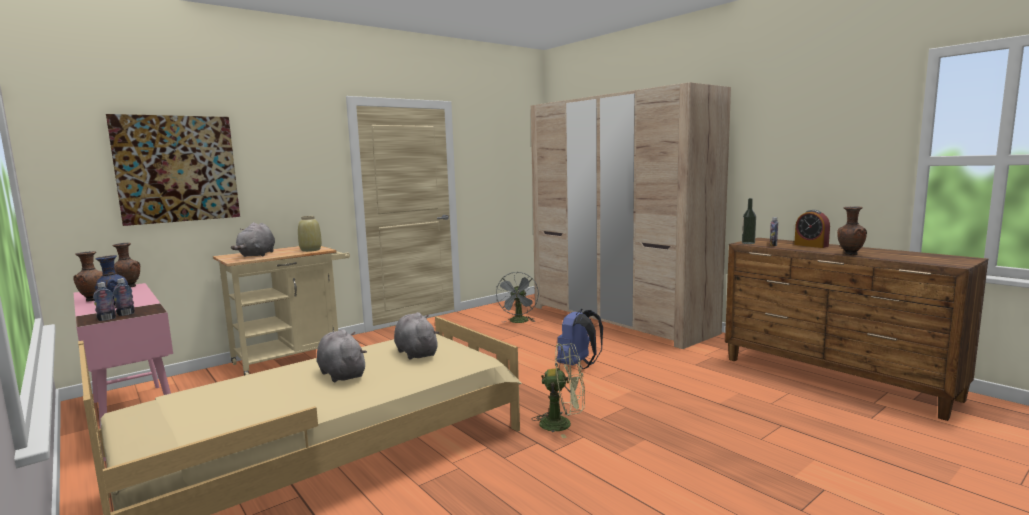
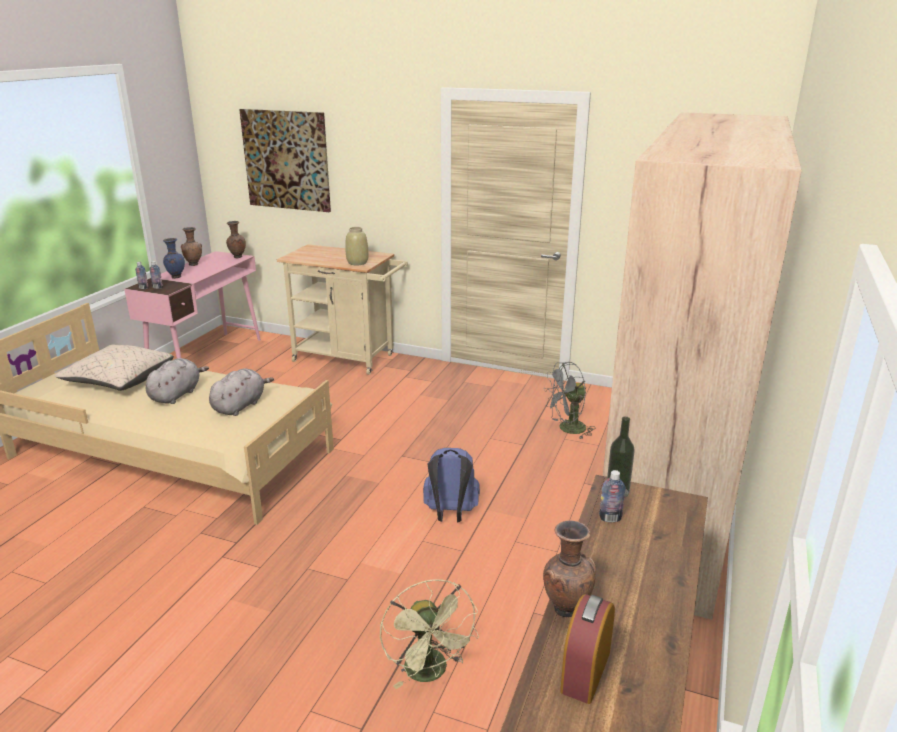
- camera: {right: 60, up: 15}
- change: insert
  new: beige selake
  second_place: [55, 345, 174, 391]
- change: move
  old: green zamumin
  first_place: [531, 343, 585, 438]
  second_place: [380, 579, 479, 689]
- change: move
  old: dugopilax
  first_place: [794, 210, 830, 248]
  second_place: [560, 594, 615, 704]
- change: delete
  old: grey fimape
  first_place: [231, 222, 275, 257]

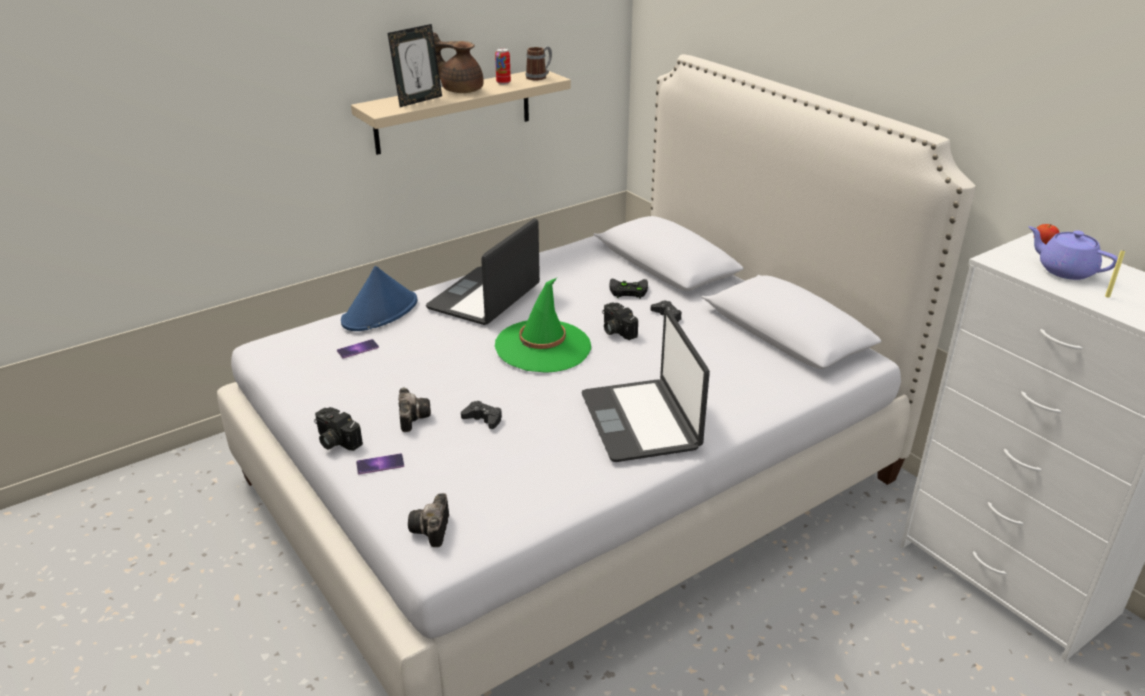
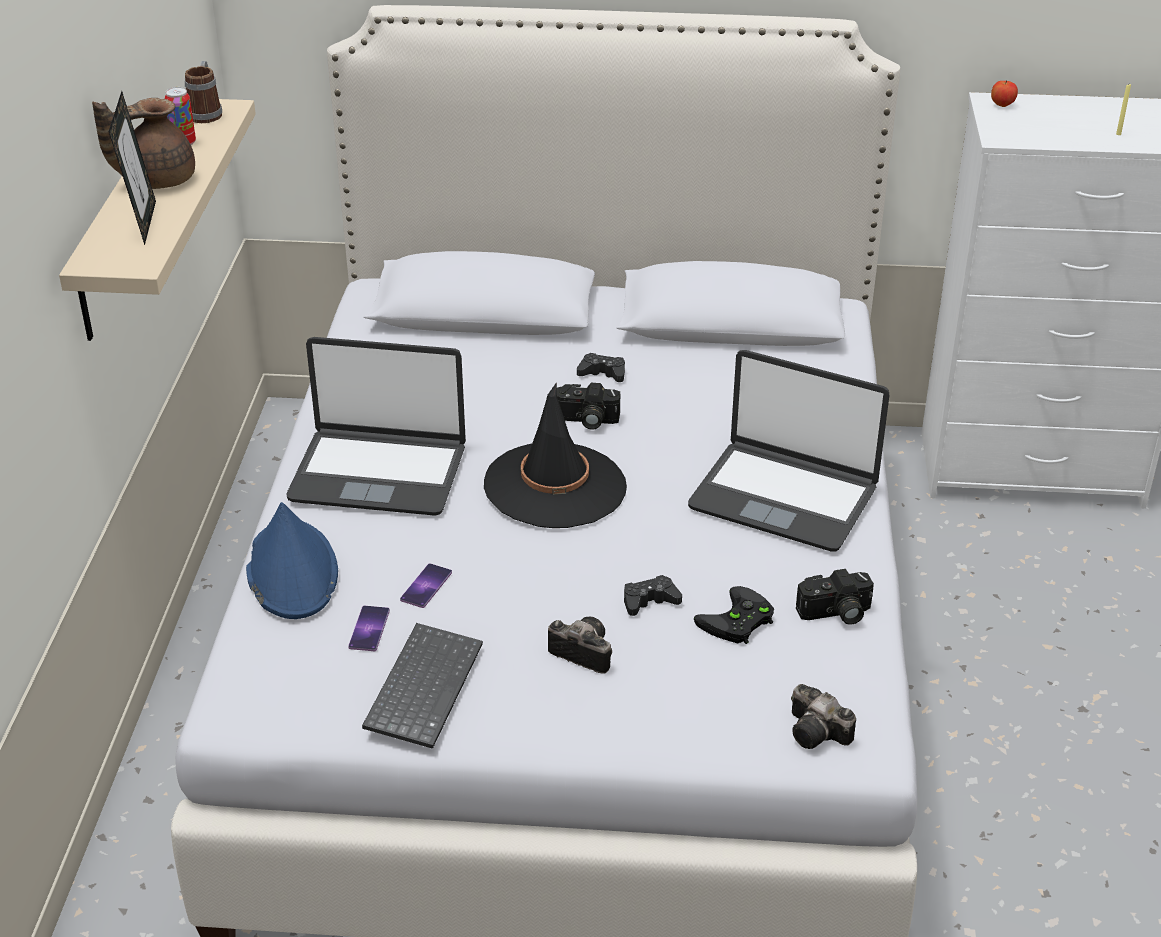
- camera: {right: -50, up: 5}
- change: rotate
  old: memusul
  first_place: [426, 219, 540, 325]
  second_place: [286, 337, 466, 516]
  degrees: -60
- change: insert
  new: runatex
  second_place: [362, 623, 483, 749]
- change: move
  old: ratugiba
  first_place: [356, 453, 404, 474]
  second_place: [400, 563, 452, 608]
- change: recolor
  old: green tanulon
  new: black tanulon
  first_place: [495, 278, 591, 373]
  second_place: [484, 382, 627, 528]
- change: move
  old: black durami
  first_place: [609, 279, 648, 299]
  second_place: [694, 586, 774, 644]
- change: move
  old: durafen
  first_place: [314, 407, 363, 451]
  second_place: [796, 569, 874, 625]
- change: delete
  old: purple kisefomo
  first_place: [1028, 226, 1118, 280]

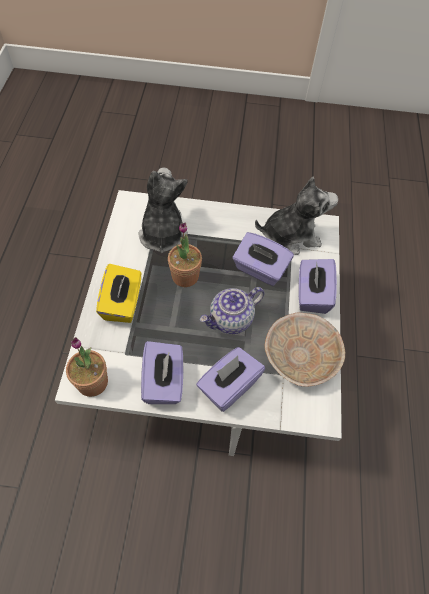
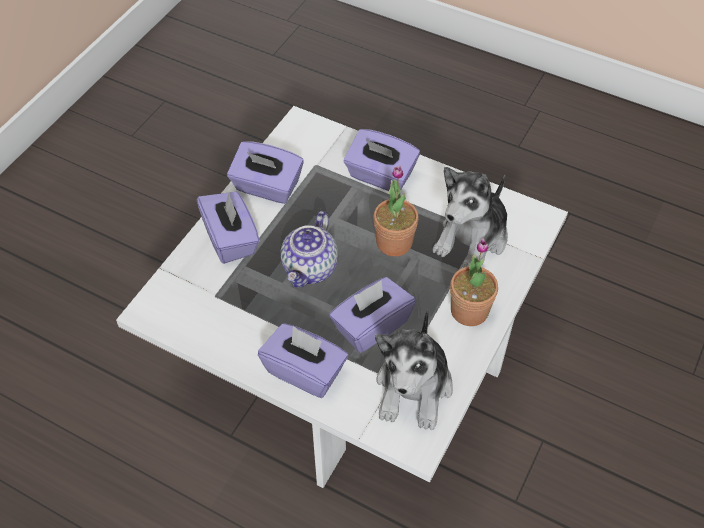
- camera: {right: 115, up: -5}
- change: rotate
  old: kisefomo
  first_place: [200, 287, 264, 334]
  second_place: [280, 211, 338, 287]
  degrees: -150
- change: recolor
  old: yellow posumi
  new: purple posumi
  first_place: [96, 264, 141, 323]
  second_place: [344, 129, 420, 191]
- change: rotate
  old: fimape
  first_place: [138, 167, 188, 253]
  second_place: [432, 167, 508, 267]
  degrees: 105
- change: move
  old: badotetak
  first_place: [66, 337, 108, 397]
  second_place: [450, 238, 498, 326]
- change: delete
  old: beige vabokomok
  first_place: [265, 313, 345, 387]

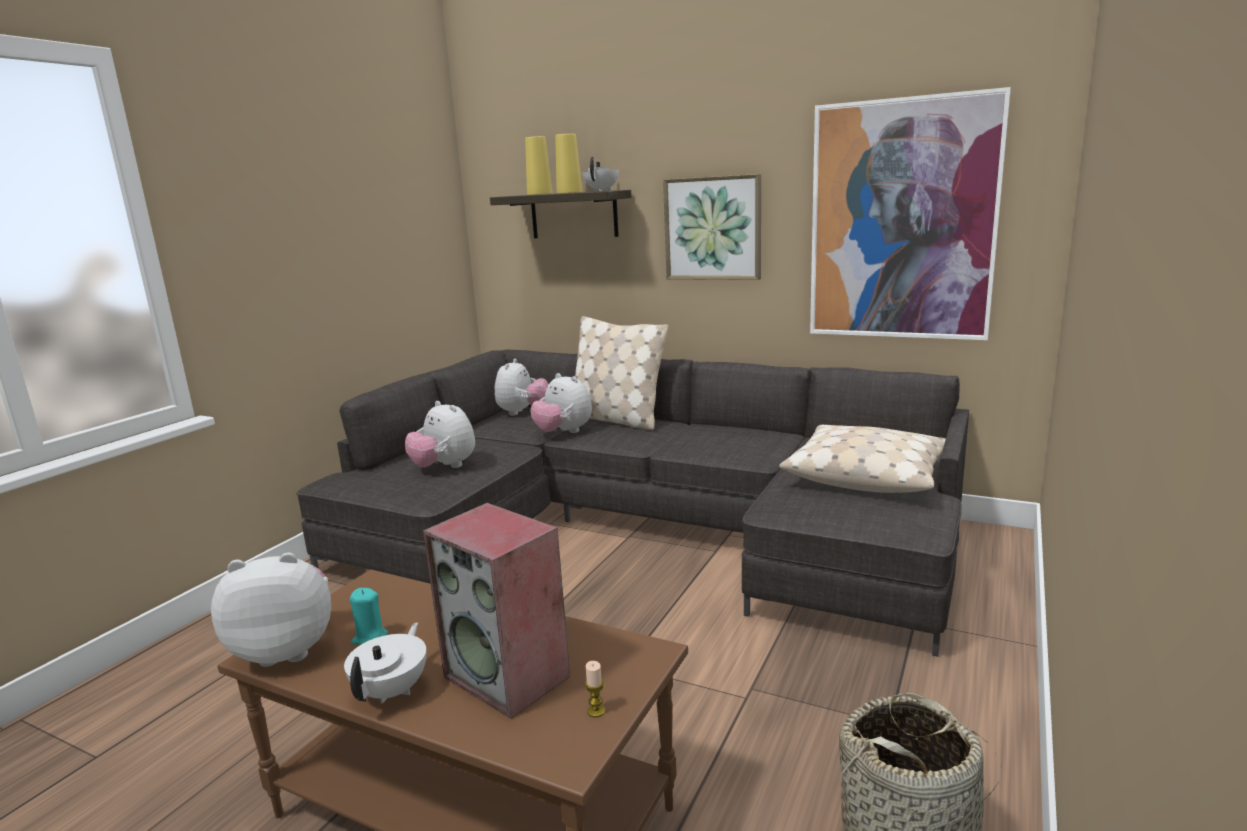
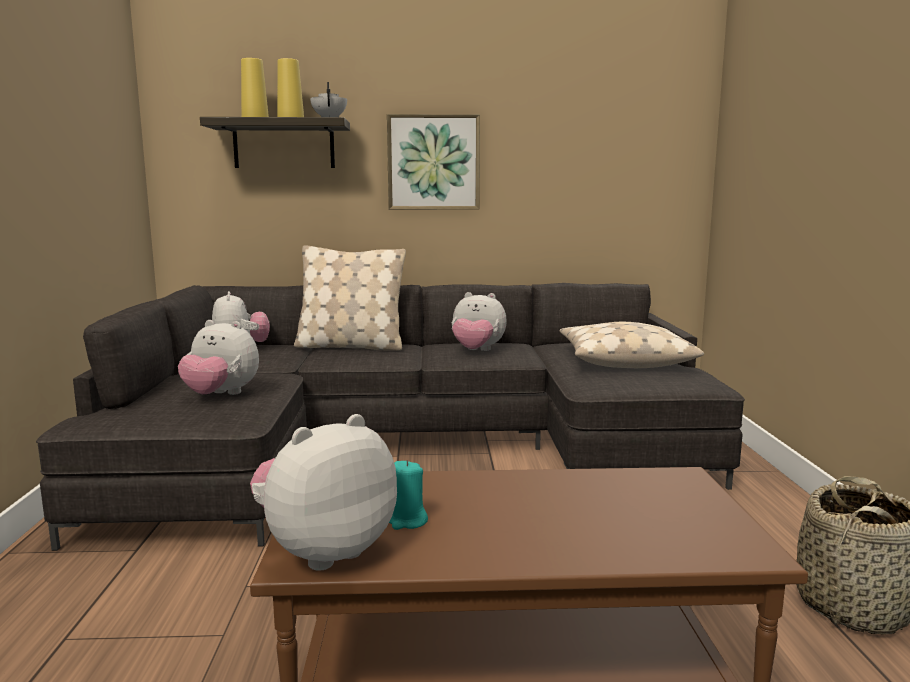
- camera: {right: -30, up: -5}
- change: move
  old: fimape
  first_place: [530, 373, 592, 433]
  second_place: [452, 292, 507, 351]
- change: delete
  old: white kisefomo
  first_place: [344, 622, 426, 704]
- change: delete
  old: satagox
  first_place: [423, 503, 570, 719]
- change: delete
  old: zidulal
  first_place: [585, 661, 605, 717]
- change: delete
  old: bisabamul
  first_place: [810, 87, 1011, 340]

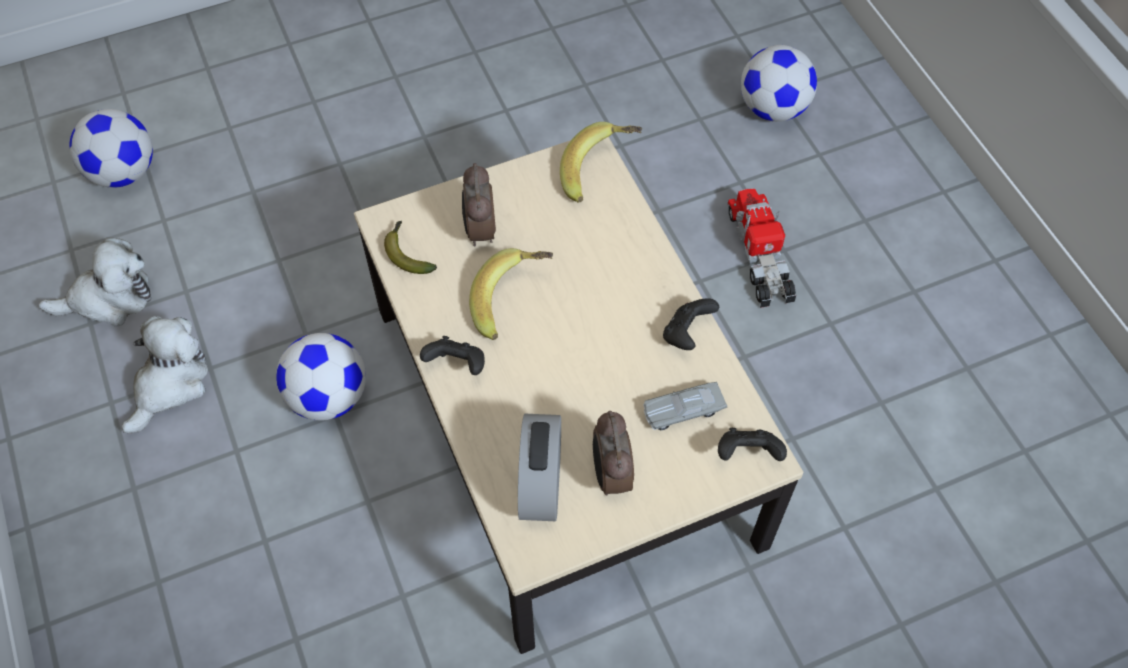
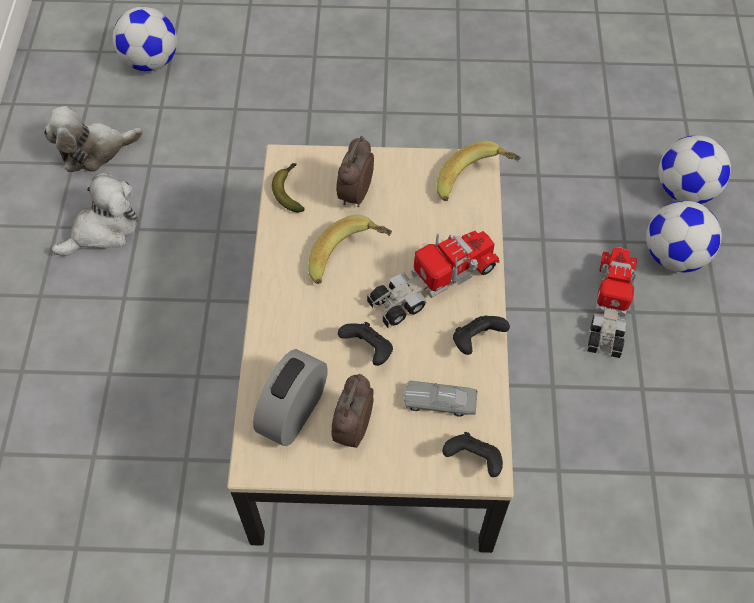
- camera: {right: 25, up: 0}
- change: rotate
  old: fimape
  first_place: [39, 238, 151, 327]
  second_place: [44, 106, 143, 172]
  degrees: 150
- change: move
  old: black durami
  first_place: [420, 336, 485, 375]
  second_place: [338, 322, 393, 366]
- change: insert
  new: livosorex
  second_place: [367, 231, 500, 329]
- change: move
  old: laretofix
  first_place: [276, 333, 366, 421]
  second_place: [646, 201, 722, 272]

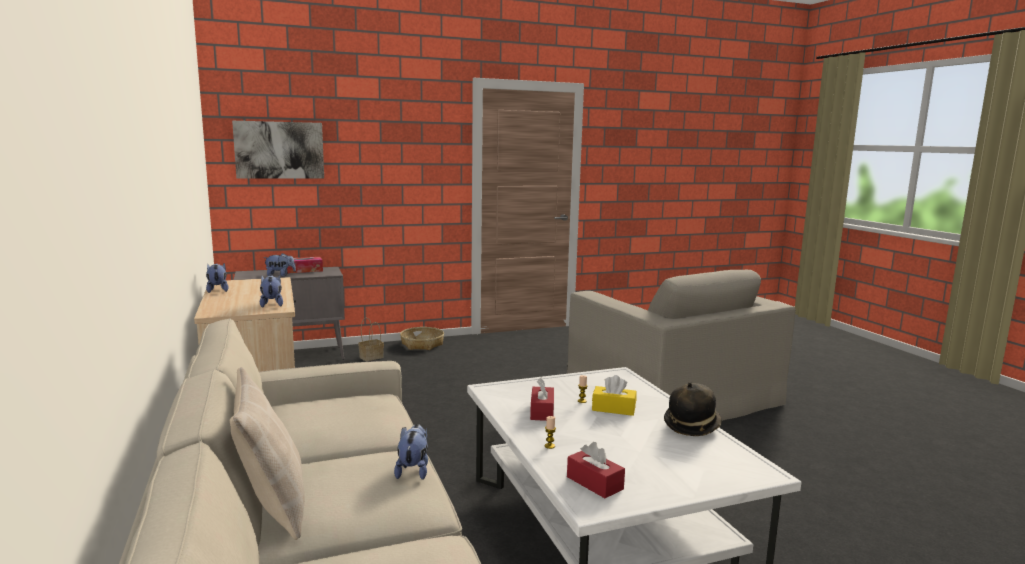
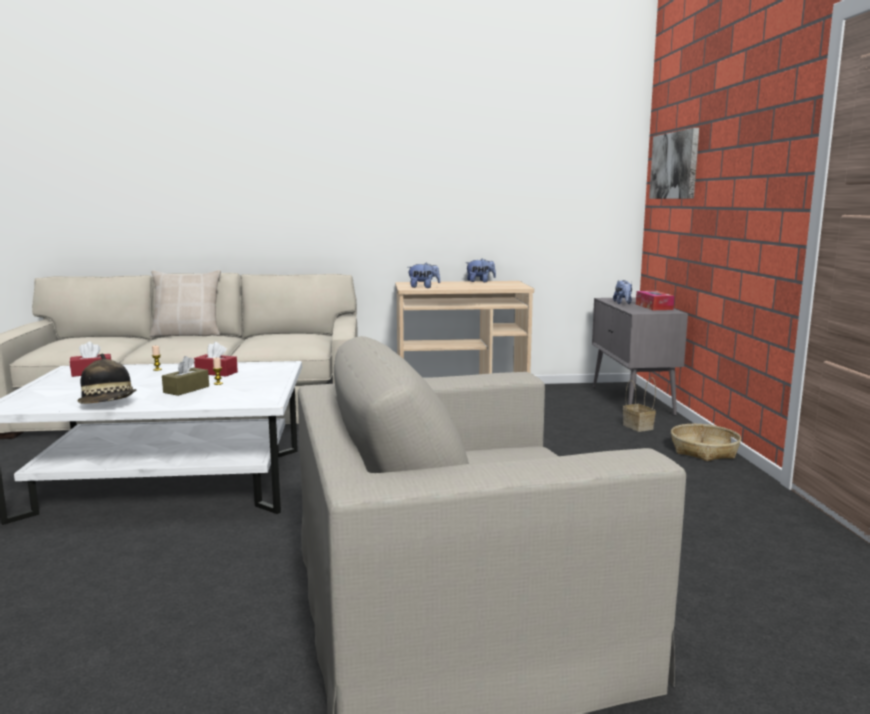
- camera: {right: 105, up: 0}
- change: recolor
  old: yellow posumi
  new: brown posumi
  first_place: [592, 375, 636, 416]
  second_place: [162, 356, 209, 396]
- change: delete
  old: fimape
  first_place: [394, 424, 428, 480]

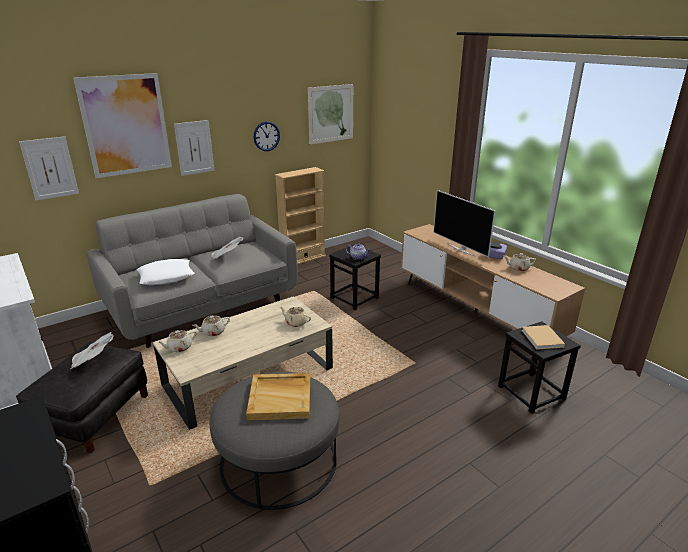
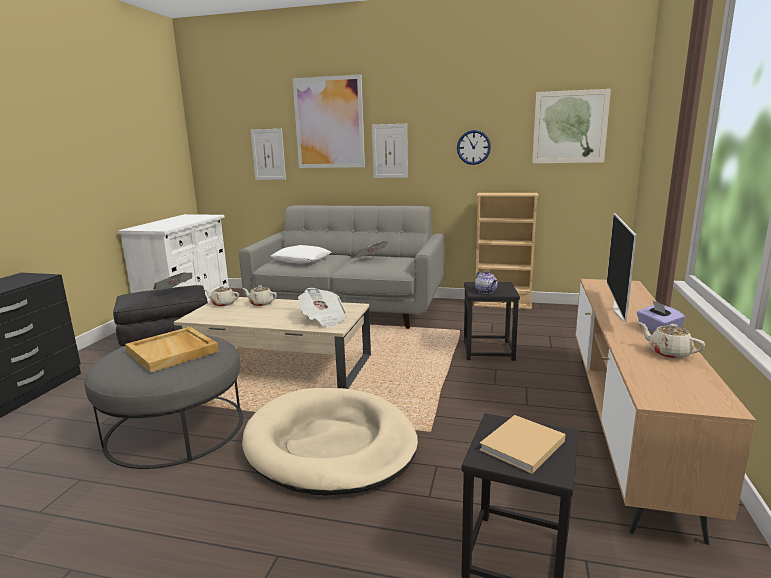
- camera: {right: 50, up: -10}
- change: insert
  new: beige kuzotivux
  second_place: [242, 388, 418, 495]
- change: replace
  old: beige kisefomo
  new: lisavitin
  first_place: [279, 306, 311, 327]
  second_place: [298, 288, 347, 328]

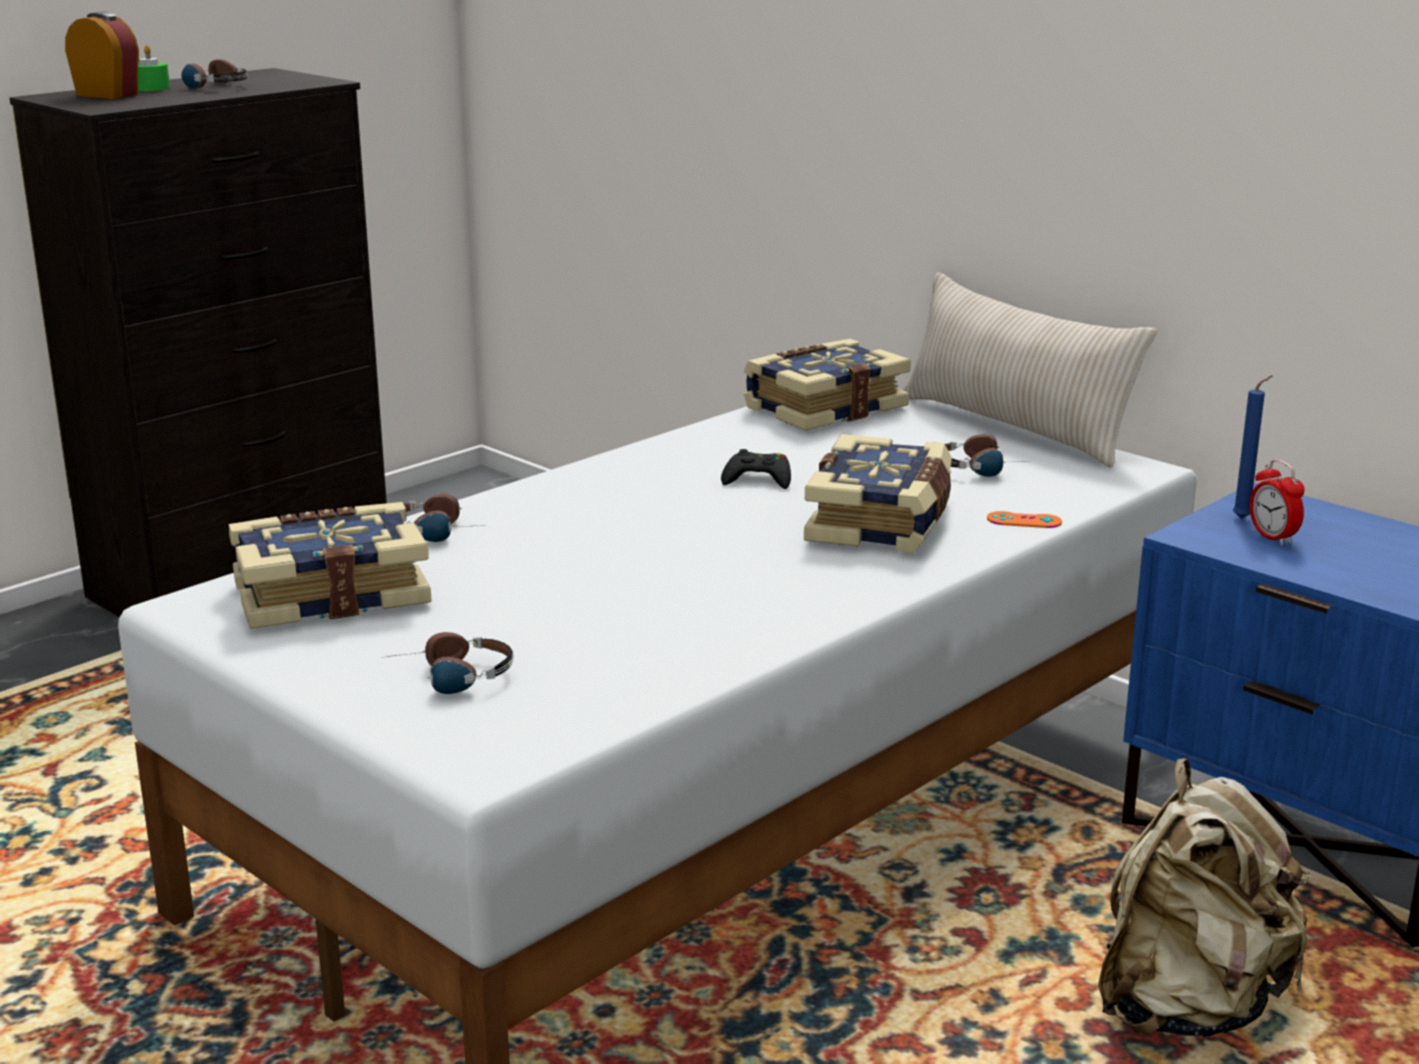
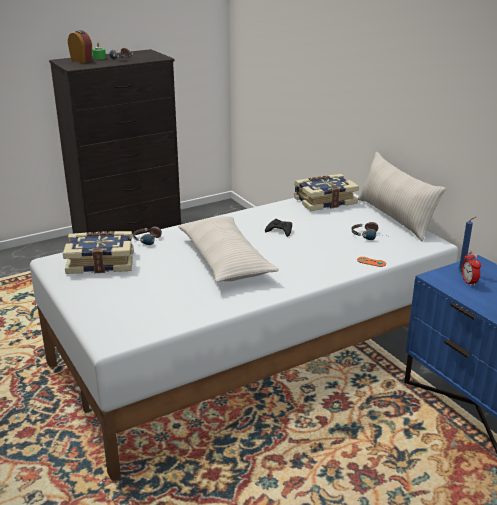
- camera: {right: 15, up: 5}
- change: insert
  new: beige selake
  second_place: [178, 216, 279, 282]
- change: delete
  old: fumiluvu
  first_place: [382, 632, 514, 694]
- change: delete
  old: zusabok
  first_place: [804, 434, 952, 553]
- change: delete
  old: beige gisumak
  first_place: [1098, 758, 1311, 1037]

